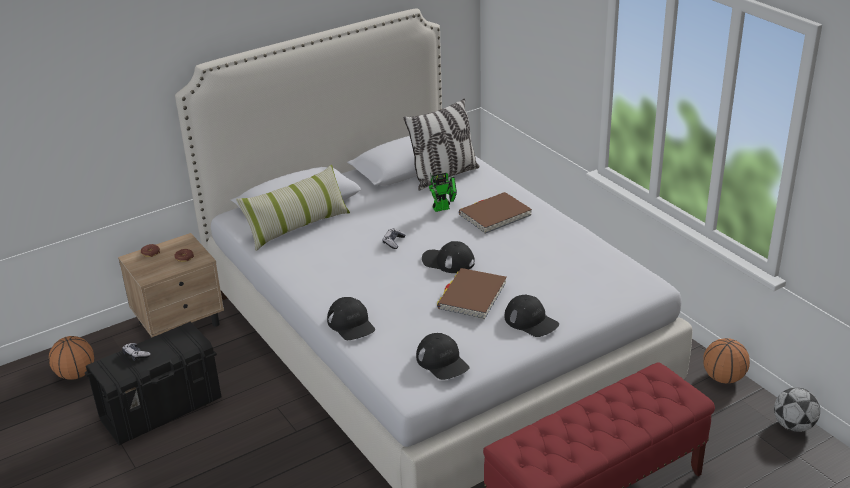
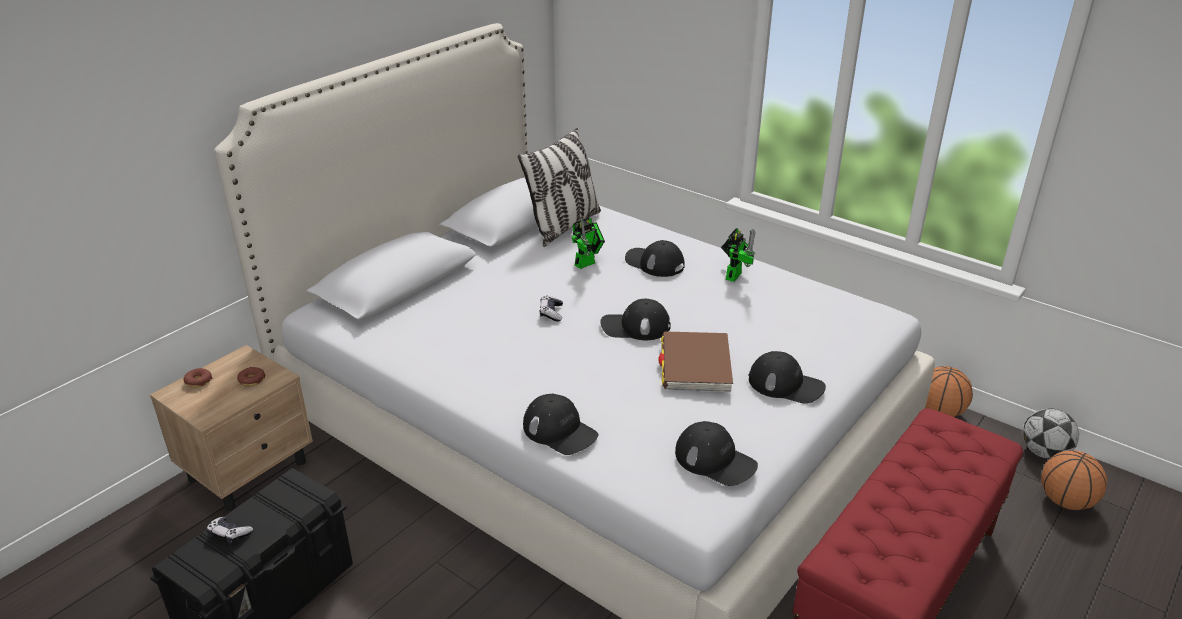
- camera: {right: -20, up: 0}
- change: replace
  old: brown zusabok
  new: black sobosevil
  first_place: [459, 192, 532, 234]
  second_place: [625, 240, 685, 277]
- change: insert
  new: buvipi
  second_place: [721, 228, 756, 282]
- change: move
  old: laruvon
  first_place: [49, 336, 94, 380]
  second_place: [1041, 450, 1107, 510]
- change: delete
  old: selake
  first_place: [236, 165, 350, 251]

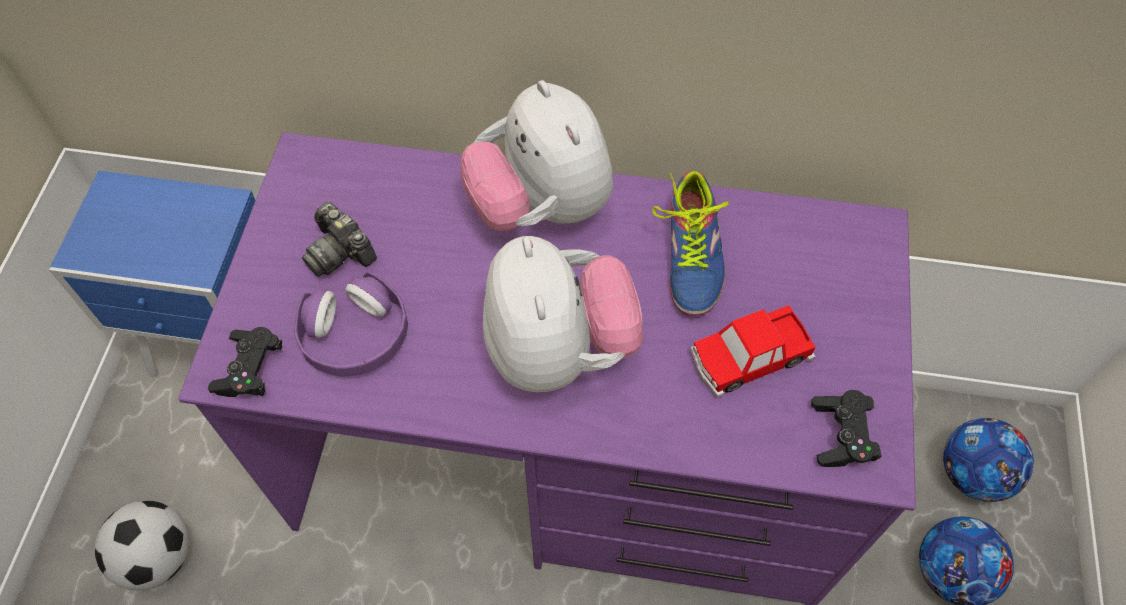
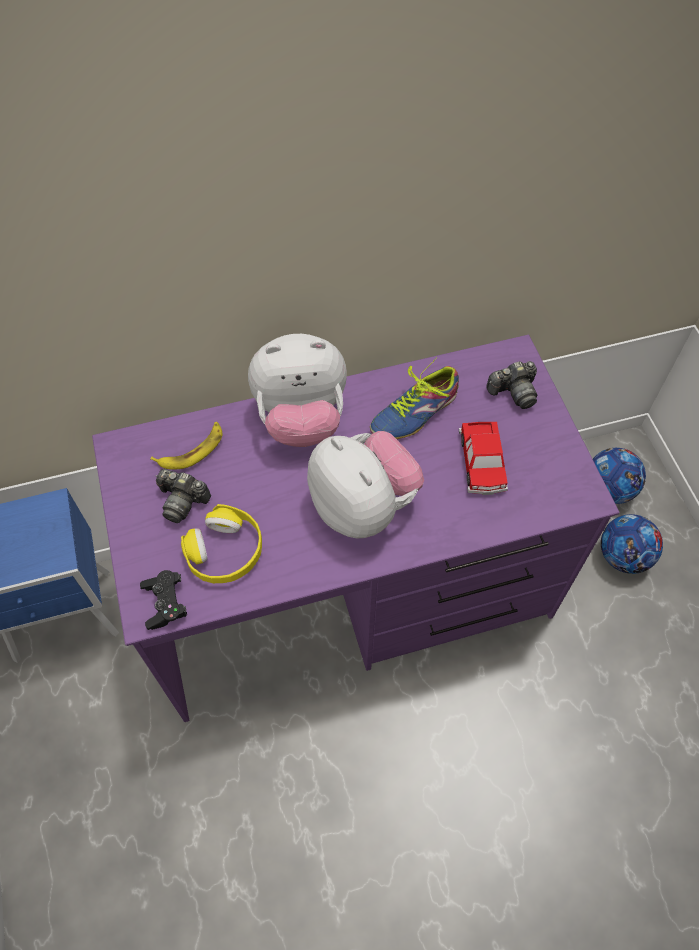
- camera: {right: -25, up: 0}
- change: insert
  new: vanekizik
  second_place: [150, 422, 222, 470]
- change: recolor
  old: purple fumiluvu
  new: yellow fumiluvu
  first_place: [294, 271, 408, 377]
  second_place: [181, 504, 262, 583]
- change: rotate
  old: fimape
  first_place: [461, 80, 613, 231]
  second_place: [248, 334, 347, 447]
  degrees: -45
- change: rotate
  old: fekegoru
  first_place: [652, 171, 729, 316]
  second_place: [370, 357, 459, 439]
  degrees: 75
- change: rotate
  old: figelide
  first_place: [690, 305, 815, 398]
  second_place: [459, 422, 508, 495]
  degrees: -45
- change: insert
  new: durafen
  second_place: [486, 361, 537, 409]
- change: delete
  old: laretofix
  first_place: [95, 501, 189, 590]
- change: delete
  old: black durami
  first_place: [811, 390, 882, 467]

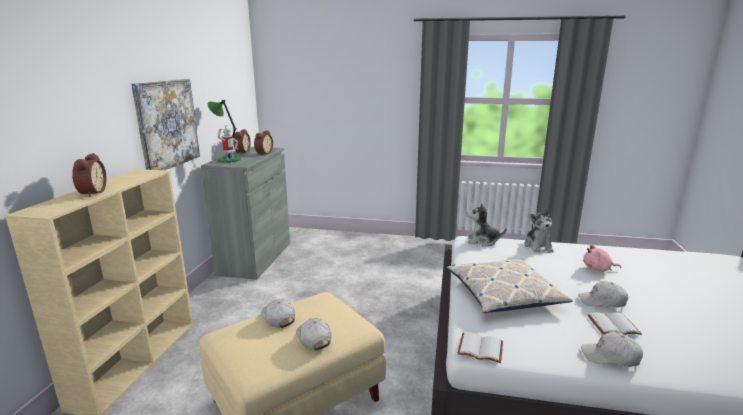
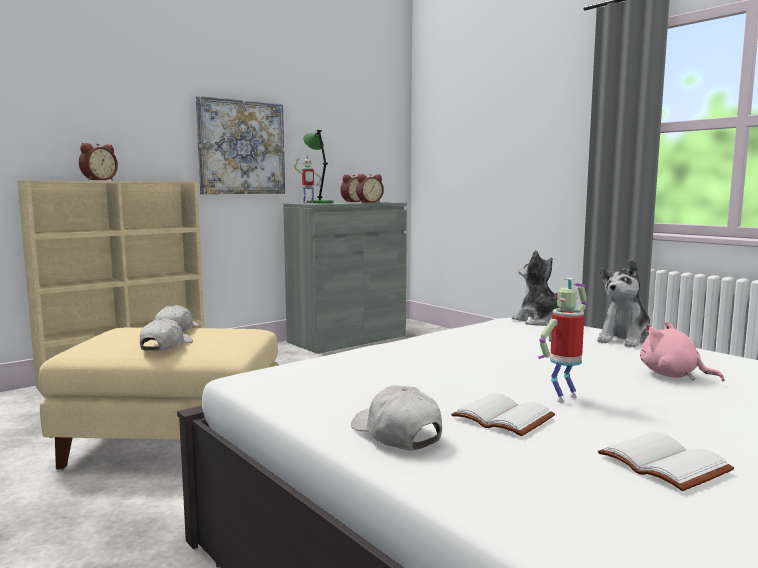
- camera: {right: 40, up: -10}
- change: replace
  old: white sobosevil
  new: buvipi
  first_place: [578, 281, 628, 307]
  second_place: [538, 278, 587, 403]
- change: move
  old: white zusabok
  first_place: [457, 332, 503, 363]
  second_place: [598, 432, 734, 491]
- change: delete
  old: selake
  first_place: [447, 259, 573, 313]

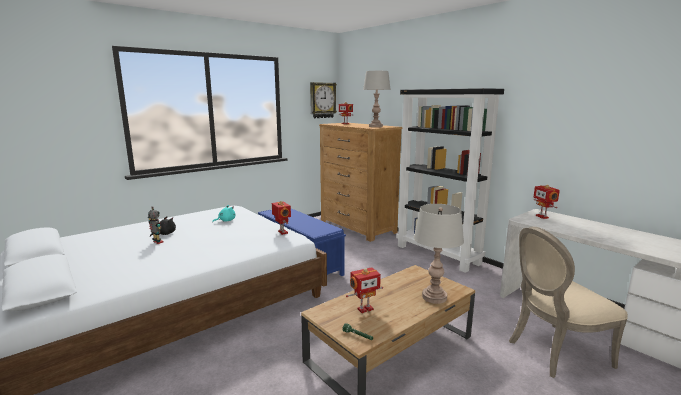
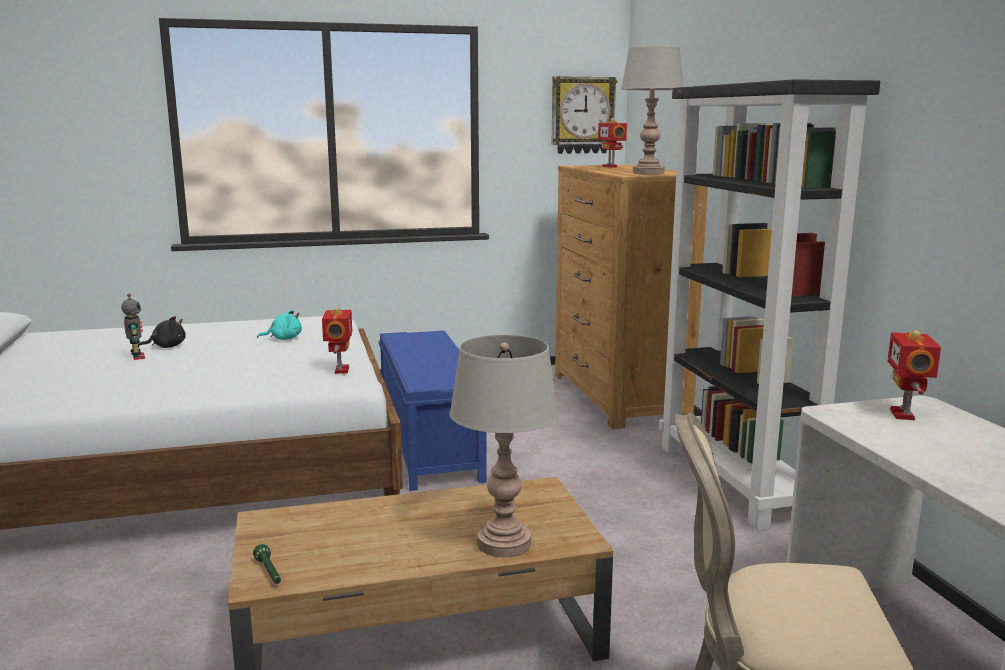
- camera: {right: 25, up: 0}
- change: delete
  old: buvipi
  first_place: [346, 267, 383, 313]

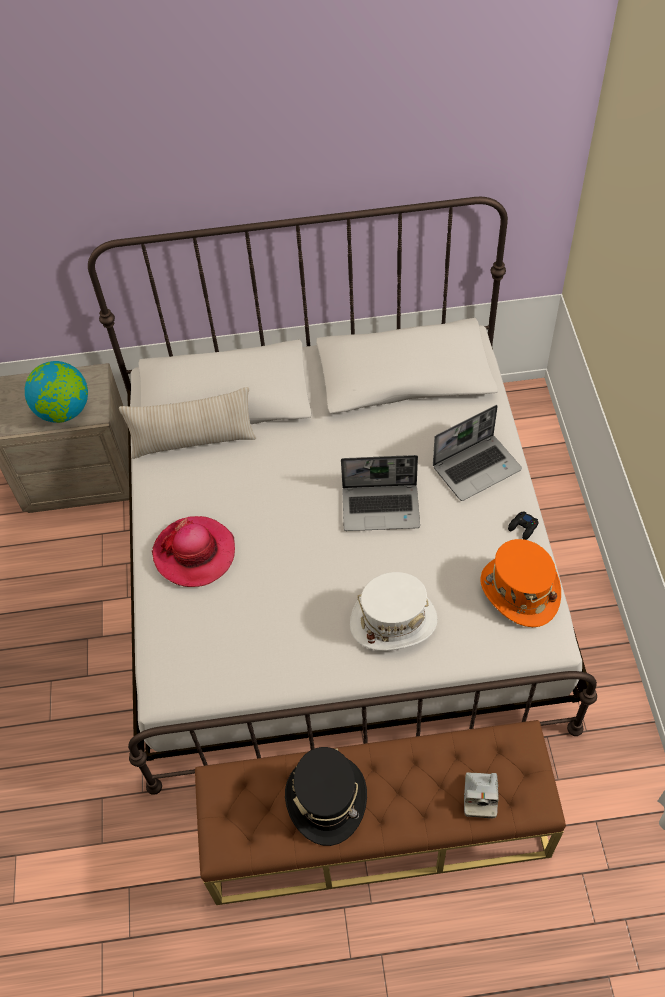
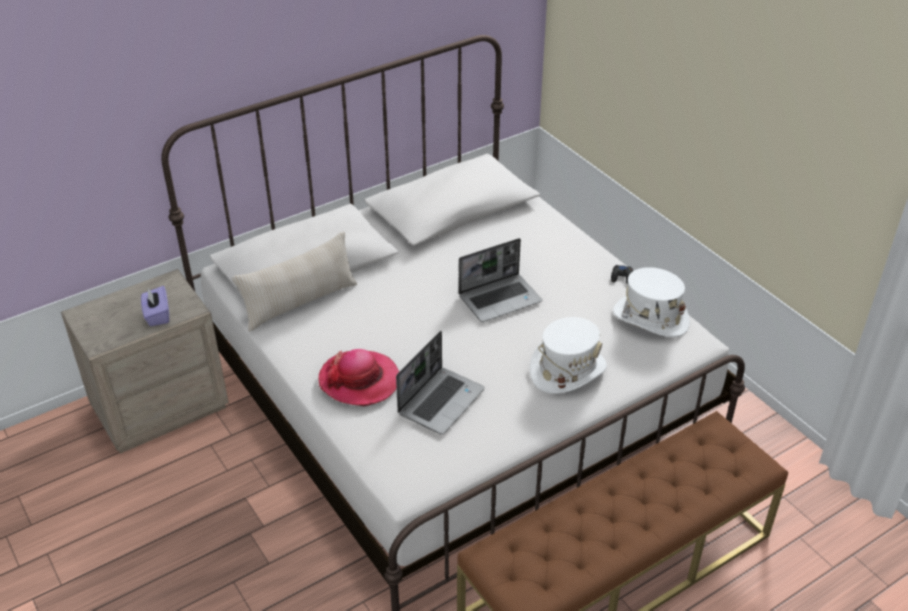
- camera: {right: -30, up: -15}
- change: replace
  old: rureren
  new: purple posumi
  first_place: [25, 361, 88, 423]
  second_place: [141, 286, 169, 326]
- change: move
  old: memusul
  first_place: [433, 405, 522, 501]
  second_place: [396, 331, 485, 435]
- change: recolor
  old: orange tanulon
  new: white tanulon
  first_place: [480, 539, 561, 627]
  second_place: [613, 267, 690, 337]
- change: delete
  old: black tanulon
  first_place: [285, 747, 367, 846]
- change: delete
  old: durafen
  first_place: [464, 772, 499, 819]

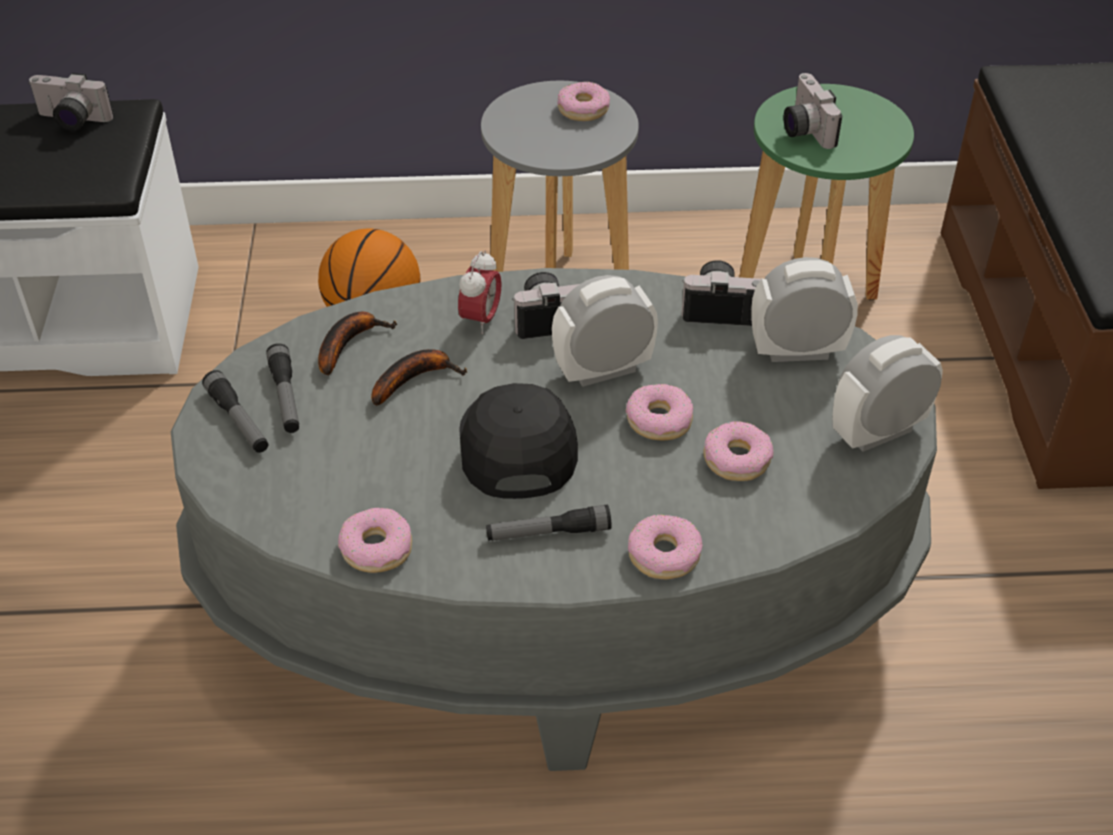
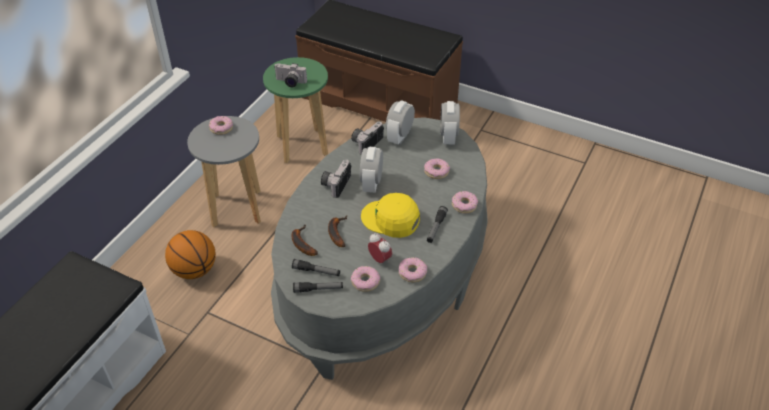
- camera: {right: -60, up: 0}
- change: move
  old: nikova
  first_place: [626, 384, 693, 440]
  second_place: [351, 266, 380, 292]
- change: recolor
  old: black sobosevil
  new: yellow sobosevil
  first_place: [459, 383, 578, 499]
  second_place: [361, 193, 420, 238]
- change: move
  old: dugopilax
  first_place: [458, 250, 502, 334]
  second_place: [368, 233, 392, 263]
- change: delete
  old: durafen
  first_place: [28, 73, 114, 131]

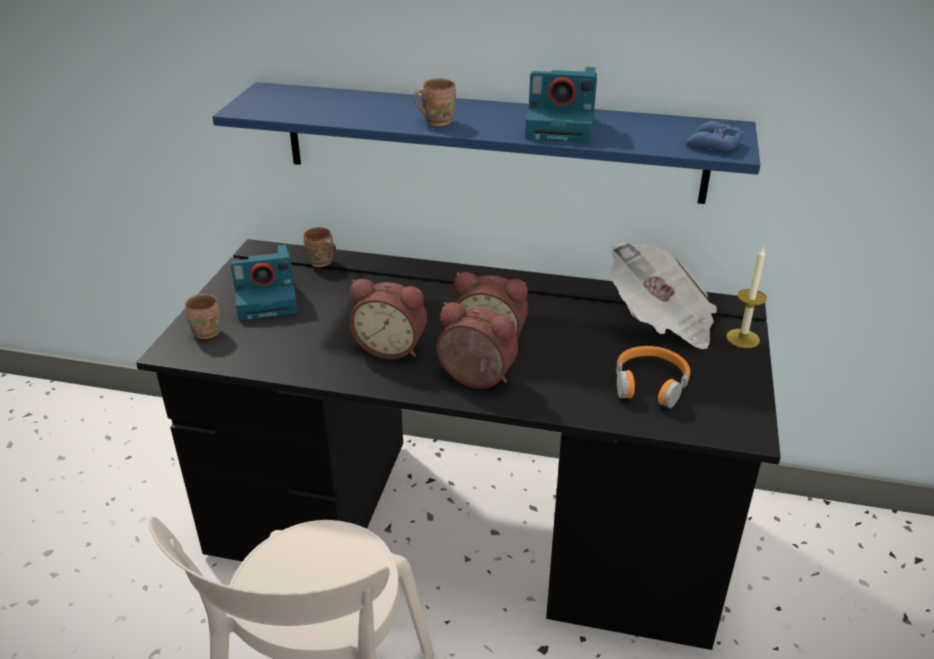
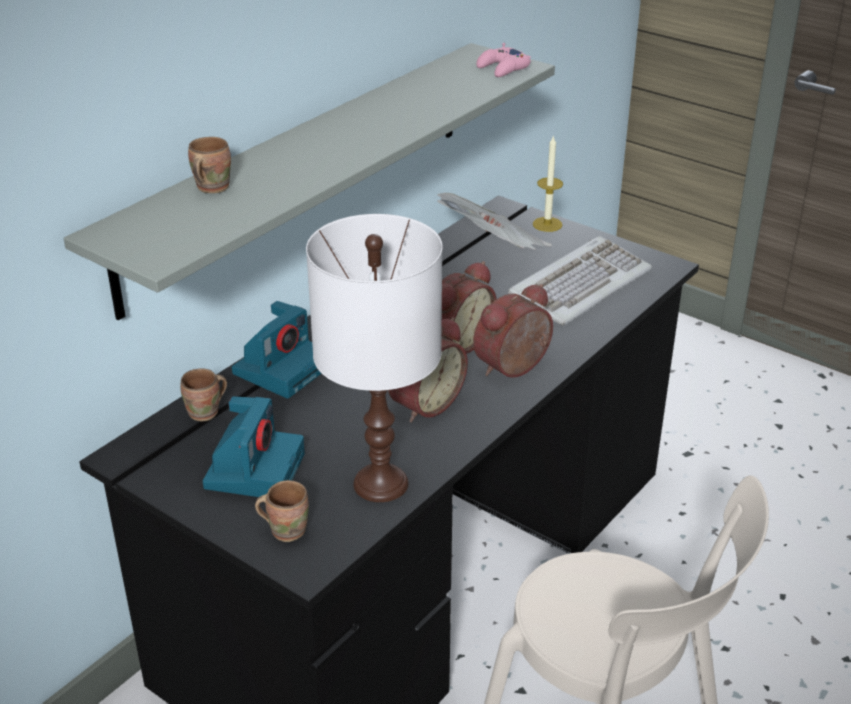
- camera: {right: -65, up: 0}
- change: recolor
  old: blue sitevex
  new: grey sitevex
  first_place: [212, 82, 760, 204]
  second_place: [64, 43, 555, 320]
- change: move
  old: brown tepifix
  first_place: [414, 78, 456, 126]
  second_place: [188, 137, 231, 193]
- change: move
  old: durafen
  first_place: [525, 67, 597, 143]
  second_place: [232, 301, 322, 399]
- change: insert
  new: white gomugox
  second_place: [306, 214, 442, 502]
- change: recolor
  old: blue durami
  new: pink durami
  first_place: [686, 121, 744, 151]
  second_place: [476, 43, 531, 77]
- change: replace
  old: orange fumiluvu
  new: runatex
  first_place: [616, 346, 690, 408]
  second_place: [508, 236, 652, 326]

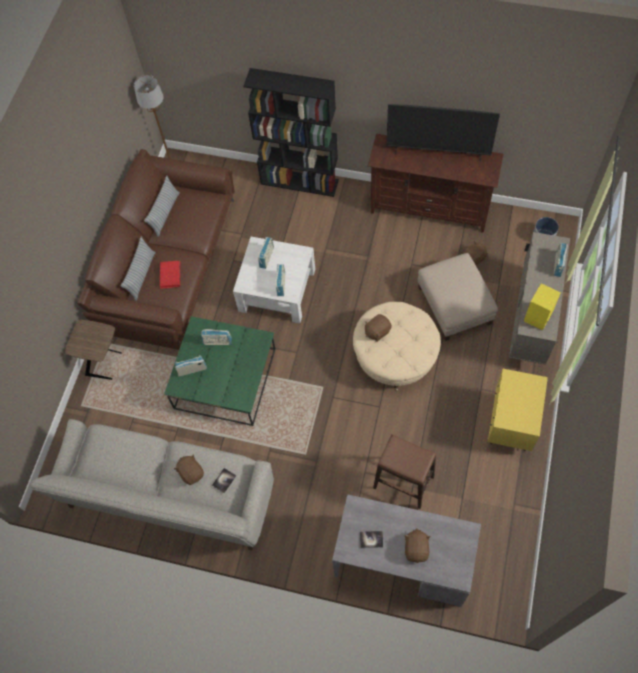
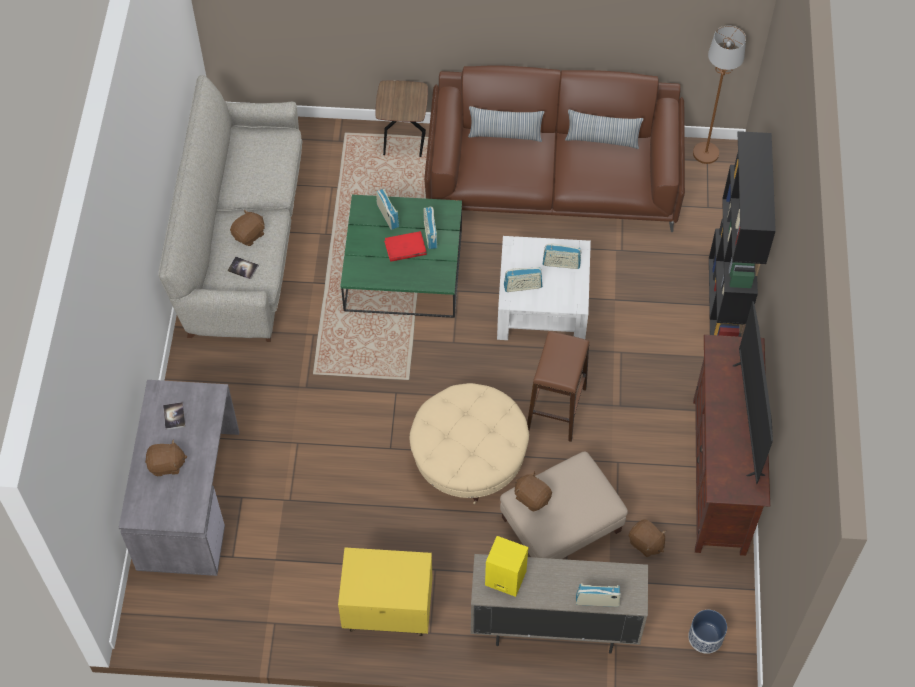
- camera: {right: 75, up: -5}
- change: move
  old: red zusabok
  first_place: [160, 261, 180, 289]
  second_place: [384, 231, 427, 262]
- change: move
  old: brown fimape
  first_place: [365, 314, 392, 342]
  second_place: [515, 471, 552, 512]
- change: move
  old: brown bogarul
  first_place: [373, 435, 436, 509]
  second_place: [527, 331, 589, 442]

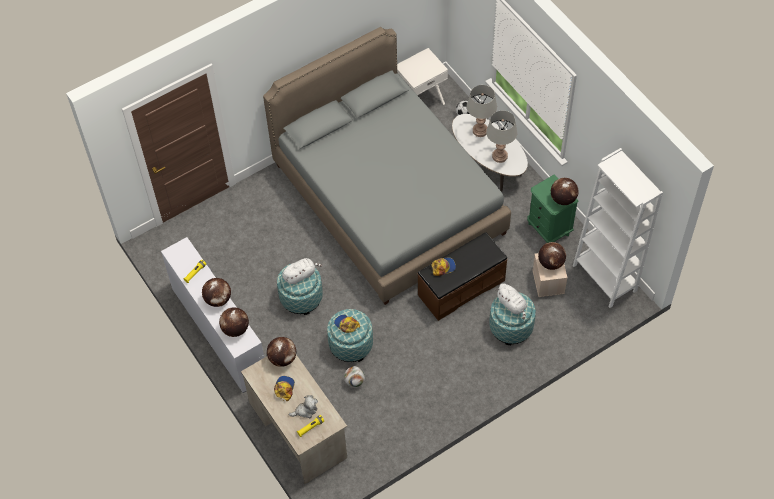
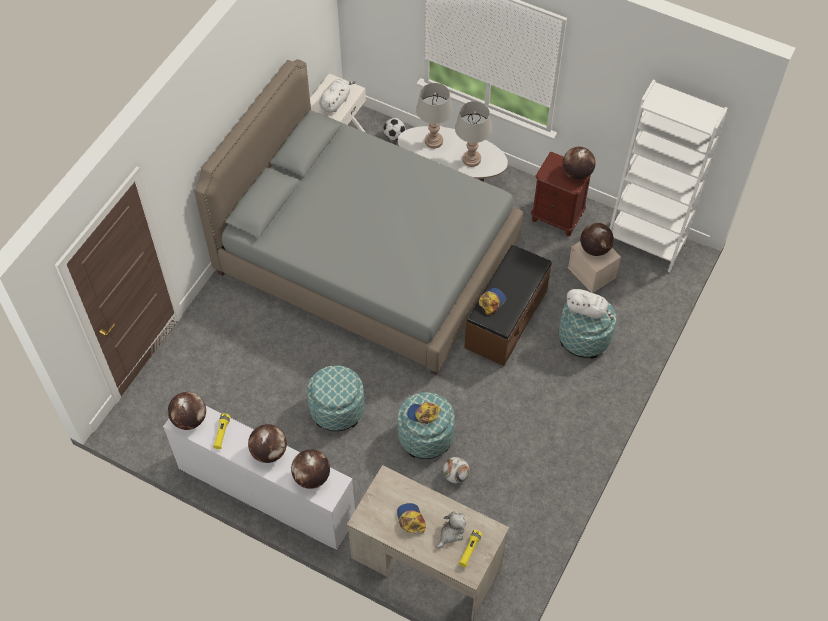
- camera: {right: -30, up: 0}
- change: move
  old: rureren
  first_place: [267, 337, 296, 367]
  second_place: [168, 392, 206, 430]
- change: move
  old: white fimape
  first_place: [282, 258, 323, 284]
  second_place: [319, 79, 356, 112]
- change: recolor
  old: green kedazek
  new: brown kedazek
  first_place: [527, 175, 579, 243]
  second_place: [531, 152, 591, 236]

